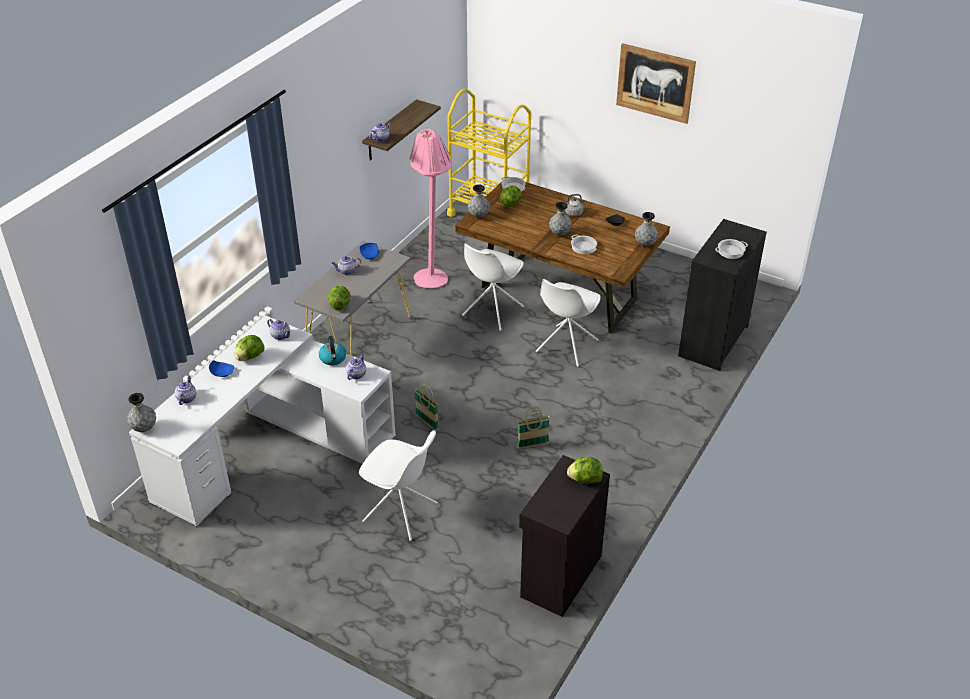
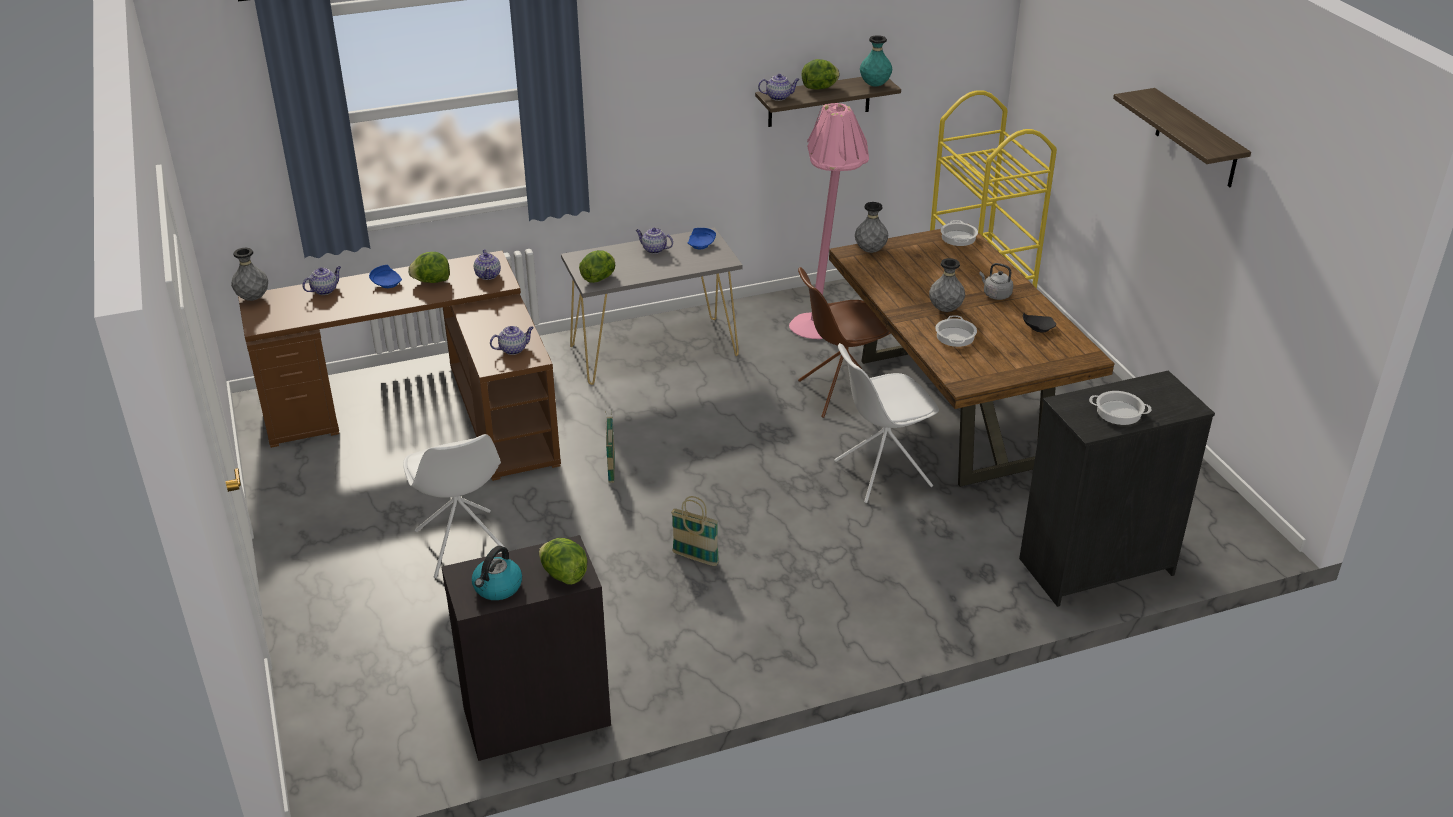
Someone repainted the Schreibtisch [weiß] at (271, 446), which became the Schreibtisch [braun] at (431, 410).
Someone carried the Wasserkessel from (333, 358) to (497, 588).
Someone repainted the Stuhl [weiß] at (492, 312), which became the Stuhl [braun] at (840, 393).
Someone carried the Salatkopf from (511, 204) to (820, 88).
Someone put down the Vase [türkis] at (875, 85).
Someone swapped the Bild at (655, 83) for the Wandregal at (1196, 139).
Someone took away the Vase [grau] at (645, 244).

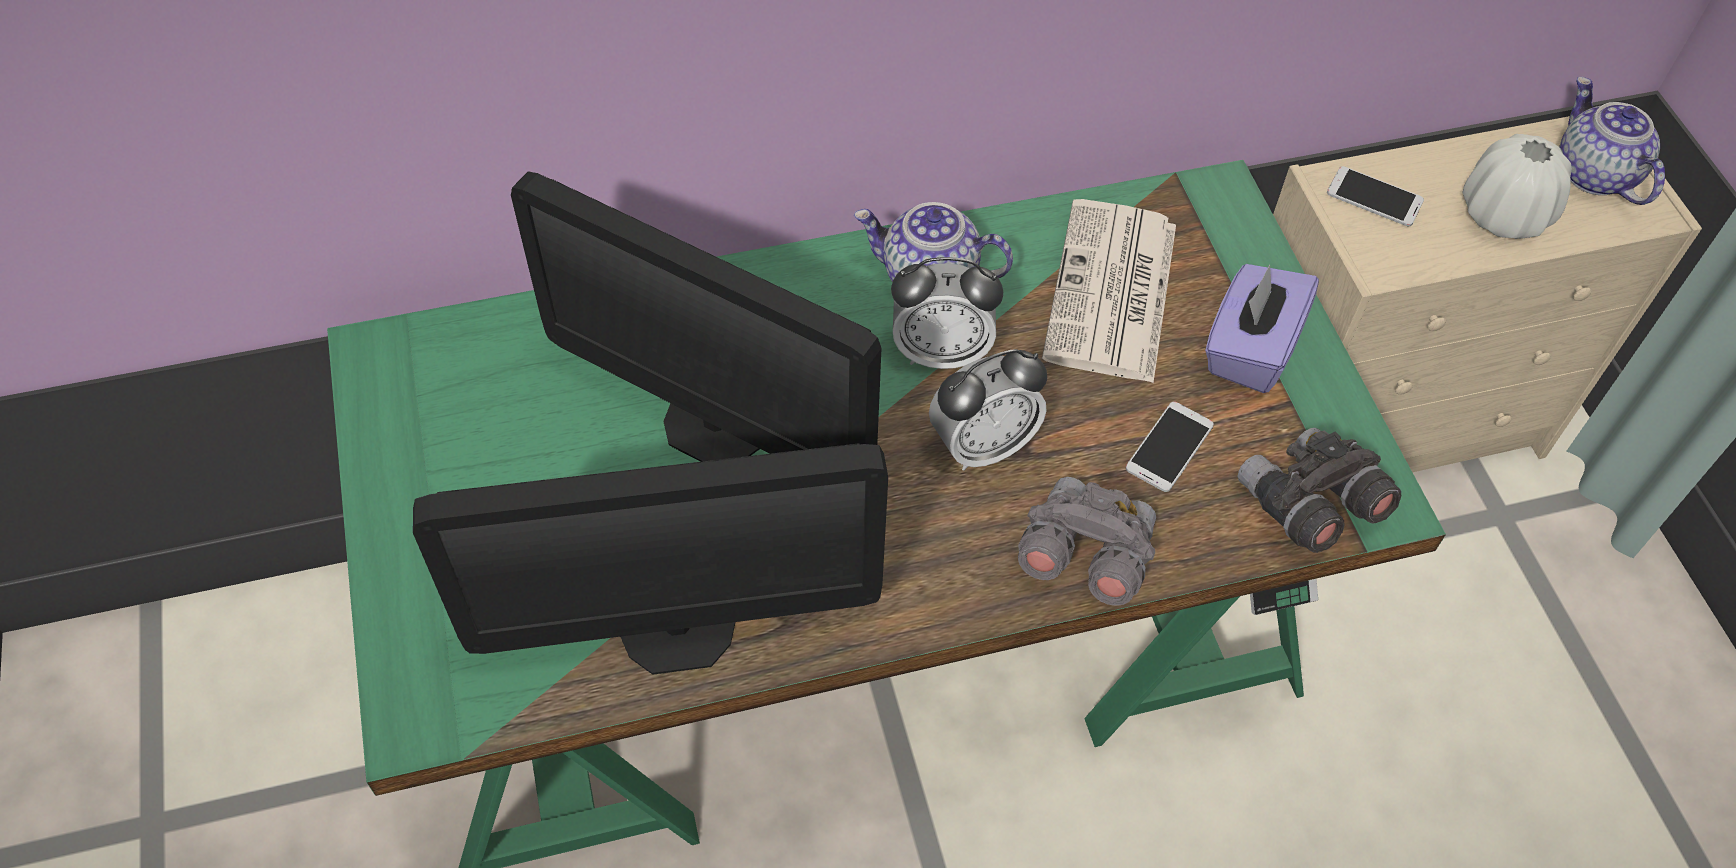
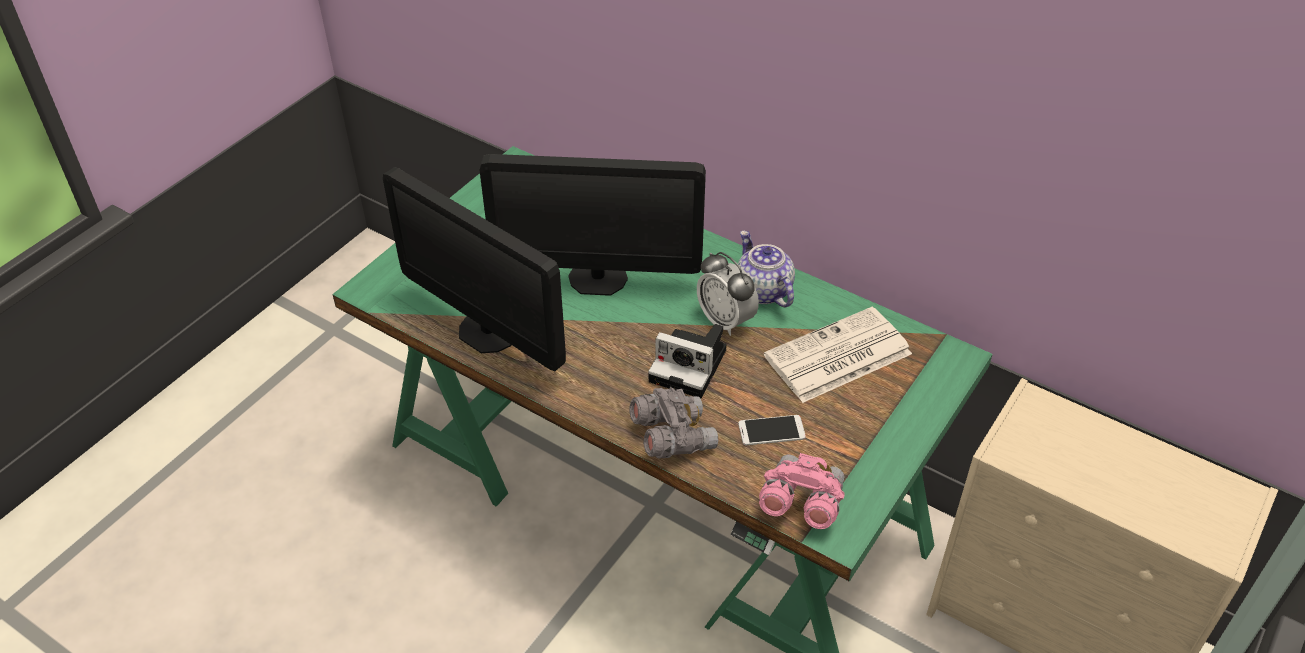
Someone rotated the Monitor at (715, 426) by 75 degrees counterclockwise.
Someone swapped the Wecker at (982, 445) for the Kamera at (691, 366).
Someone repainted the Fernglas [grau] at (1308, 506), which became the Fernglas [rosa] at (800, 503).
Someone took away the Taschentuchbox [lila] at (1249, 349).
Someone took away the Handy at (1374, 197).
Someone took away the Vase [weiß] at (1503, 215).
Someone took away the Teekanne at (1592, 173).

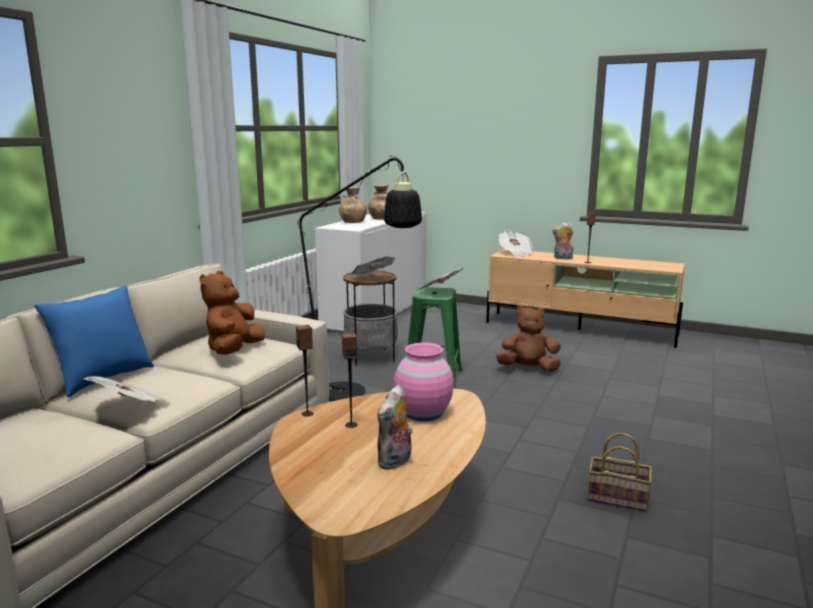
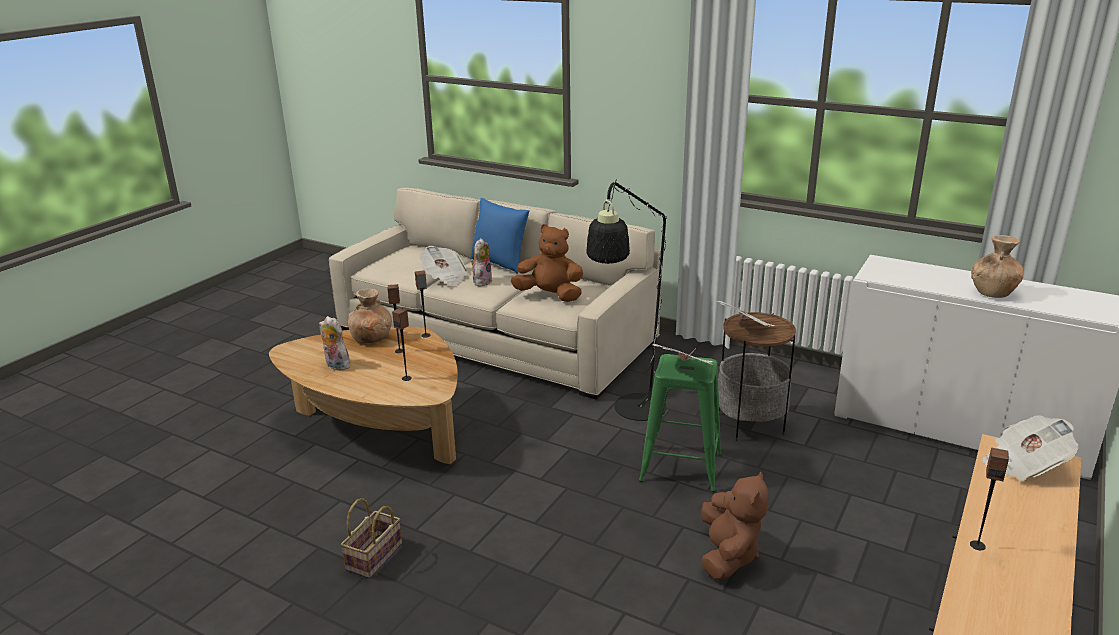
Someone carried the Vase [braun] from (353, 222) to (372, 338).
Someone swapped the Vase [rosa] at (423, 413) for the Lautsprecher at (406, 378).
Someone carried the Plüschtier from (562, 258) to (481, 281).

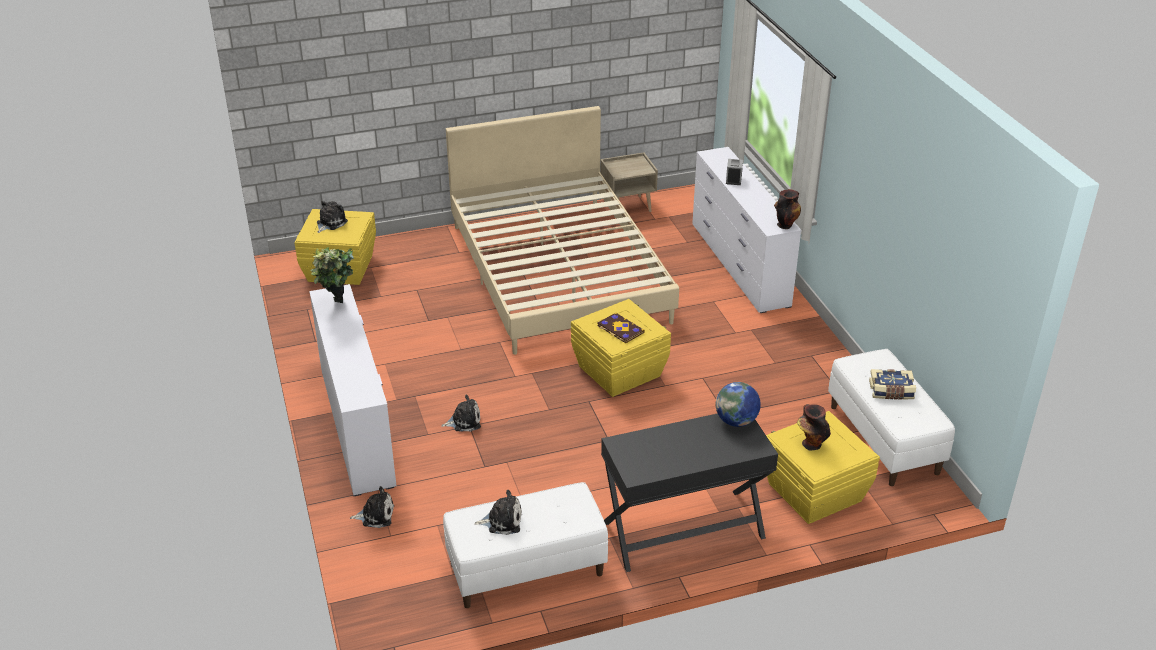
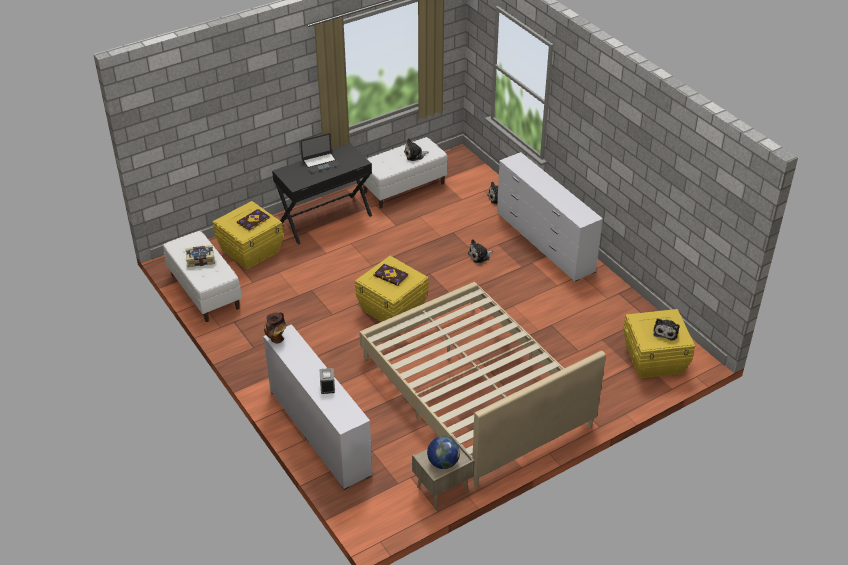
Someone swapped the Vase at (810, 443) for the Buch at (253, 220).
Someone put down the Laptop at (320, 163).
Someone carried the Globus from (736, 421) to (443, 463).
Someone took away the Topfpflanze at (337, 309).

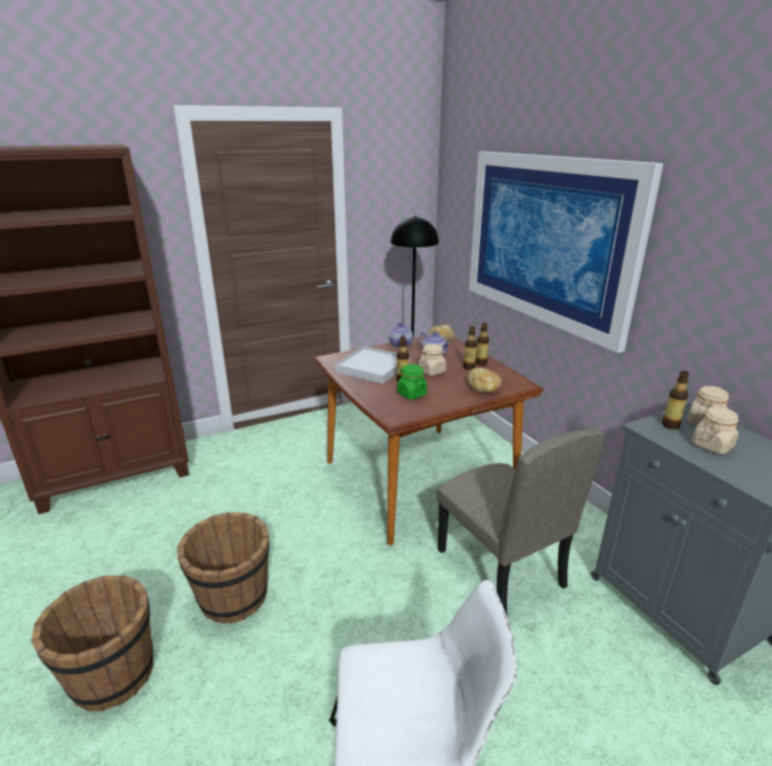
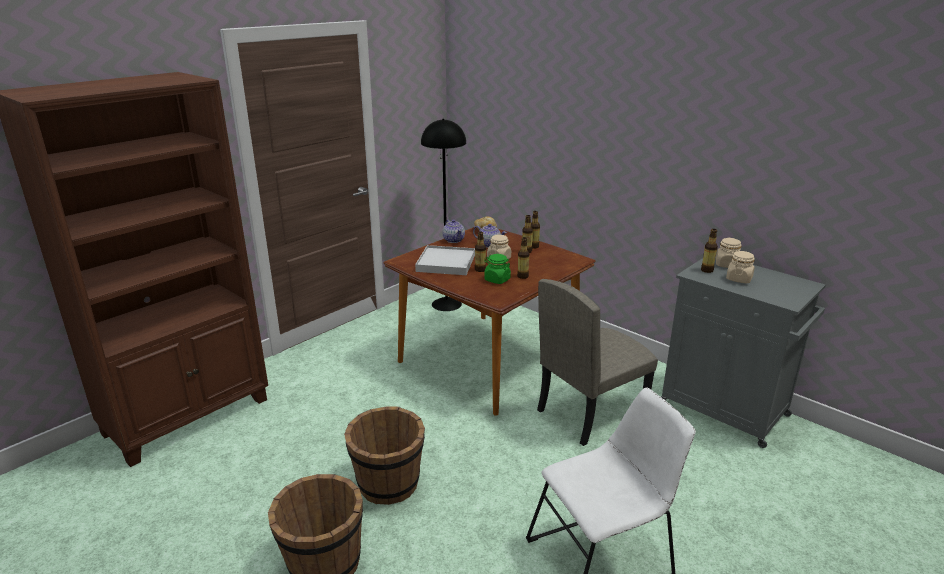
Someone put down the Flasche at (522, 276).
Someone rotated the Stuhl [beige] at (499, 568) by 105 degrees clockwise.
Someone took away the Brot at (483, 389).
Someone took away the Bild at (547, 240).

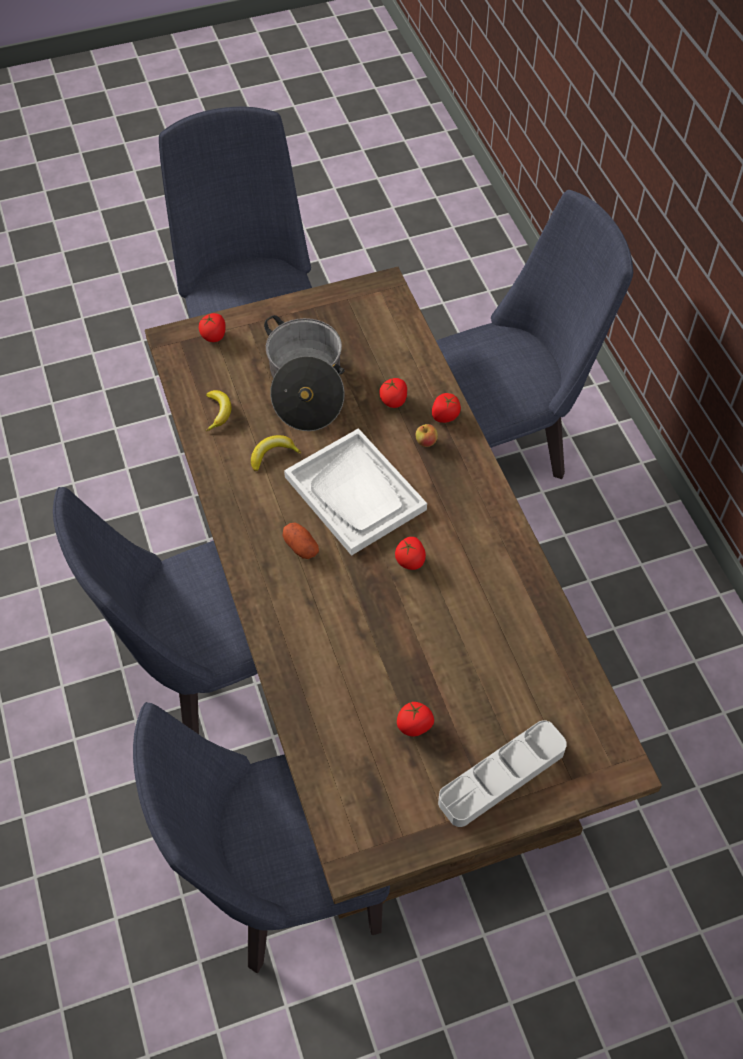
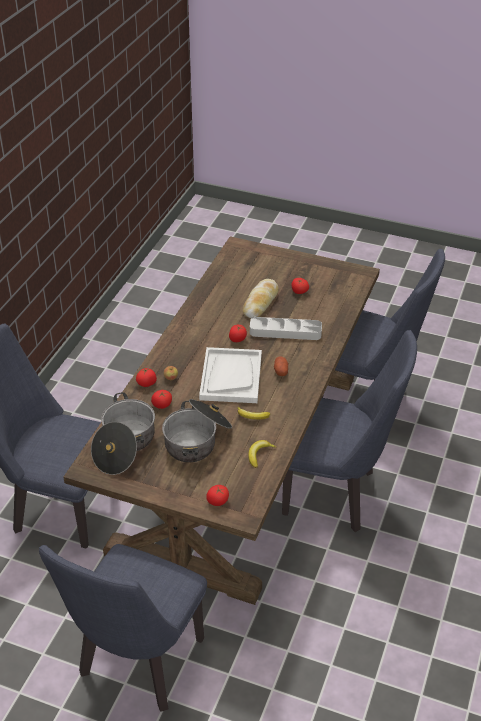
Someone put down the Kochtopf at (124, 445).
Someone put down the Brot at (260, 303).
Someone carried the Tablett [grau] from (501, 776) to (285, 332).

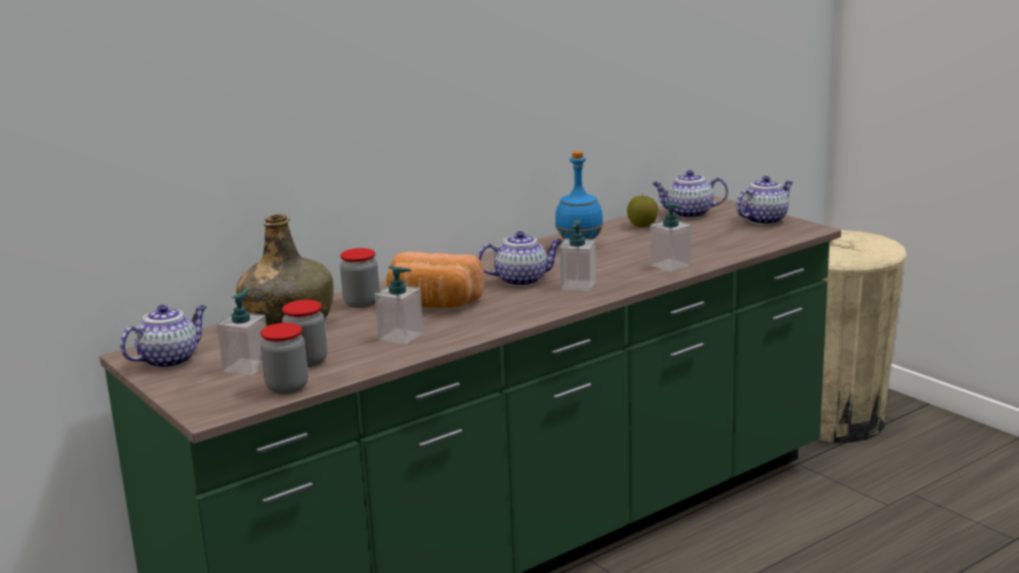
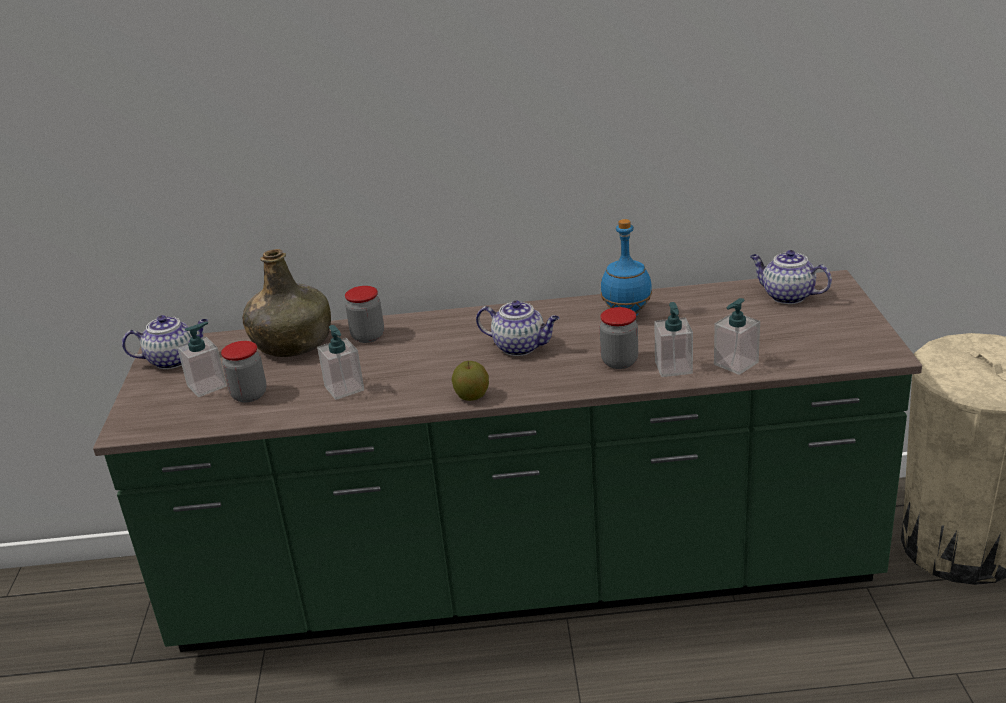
Someone carried the Apfel from (642, 226) to (472, 396).
Someone carried the Vorratsglas from (287, 387) to (619, 362).
Someone carried the Seifenspender from (578, 285) to (735, 363).
Someone took away the Brot at (433, 304).
Someone took away the Teekanne at (764, 220).

